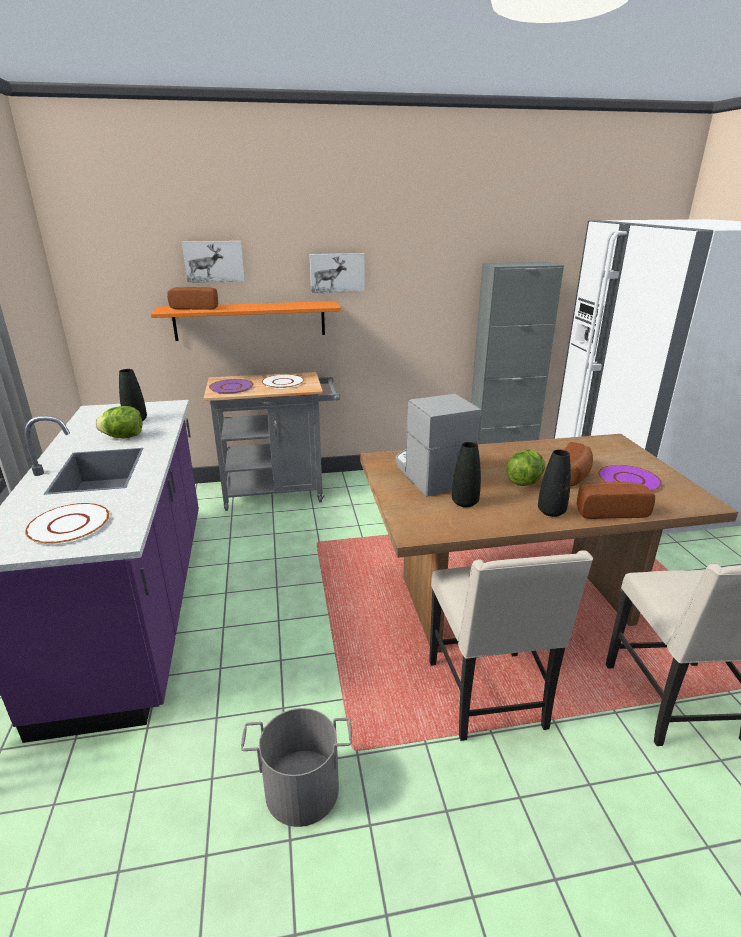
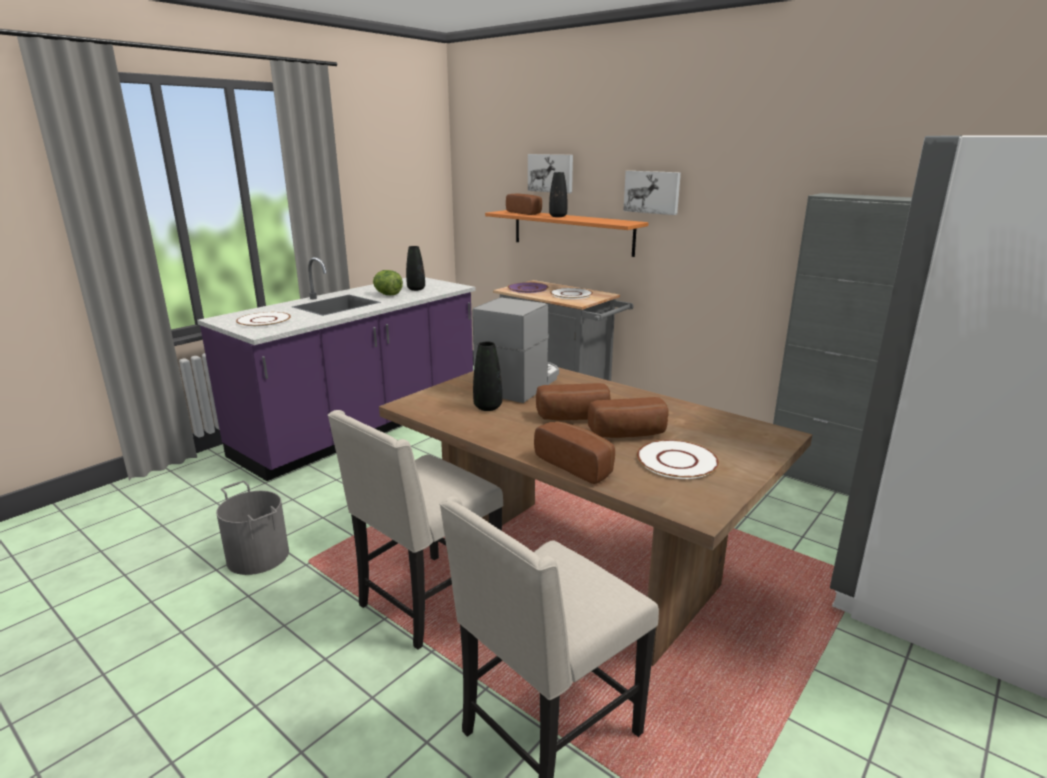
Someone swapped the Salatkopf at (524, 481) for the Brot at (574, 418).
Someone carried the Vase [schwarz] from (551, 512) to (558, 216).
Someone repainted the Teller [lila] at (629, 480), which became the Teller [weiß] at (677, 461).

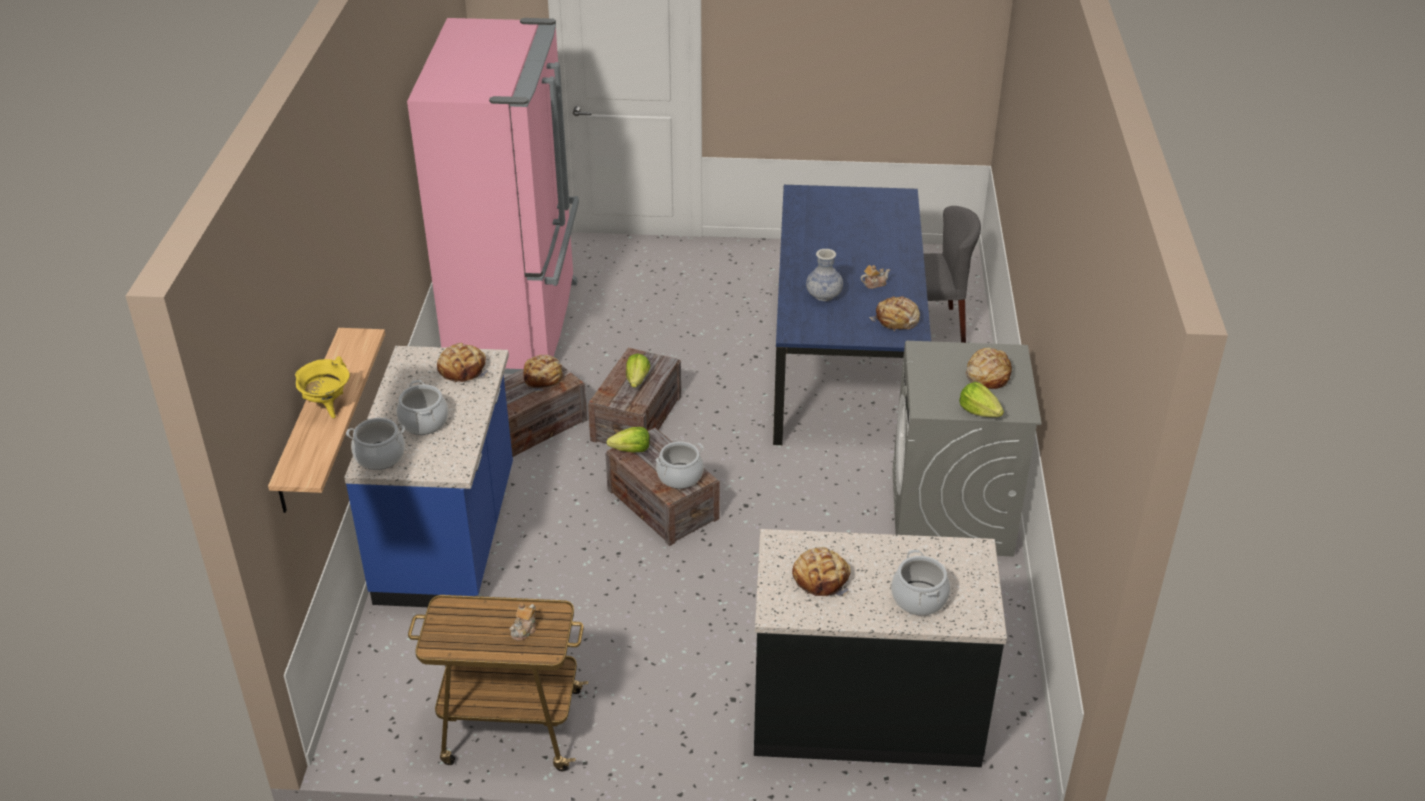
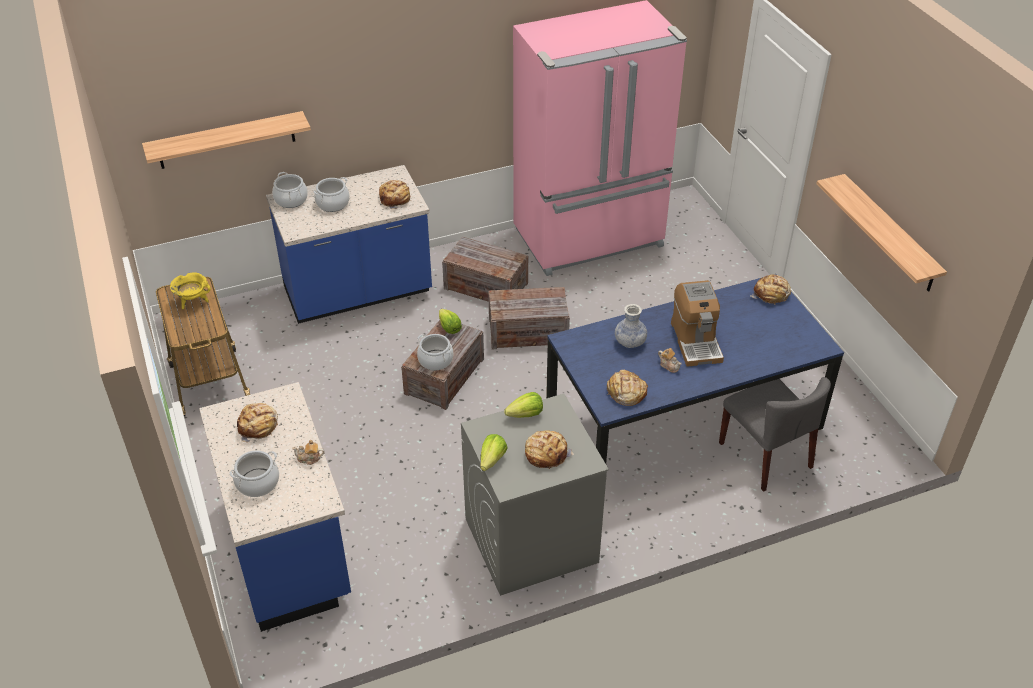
Someone carried the Kochtopf [gelb] from (327, 406) to (193, 301).
Someone repainted the Küchenzeile [schwarz] at (866, 711), which became the Küchenzeile [blau] at (289, 549).
Someone carried the Teekanne from (524, 630) to (309, 458).
Someone carried the Salatkopf from (637, 380) to (525, 414).
Someone put down the Kaffeemaschine at (696, 341).
Someone carried the Brot from (543, 378) to (771, 294).
Someone put up the Wandregal at (889, 234).

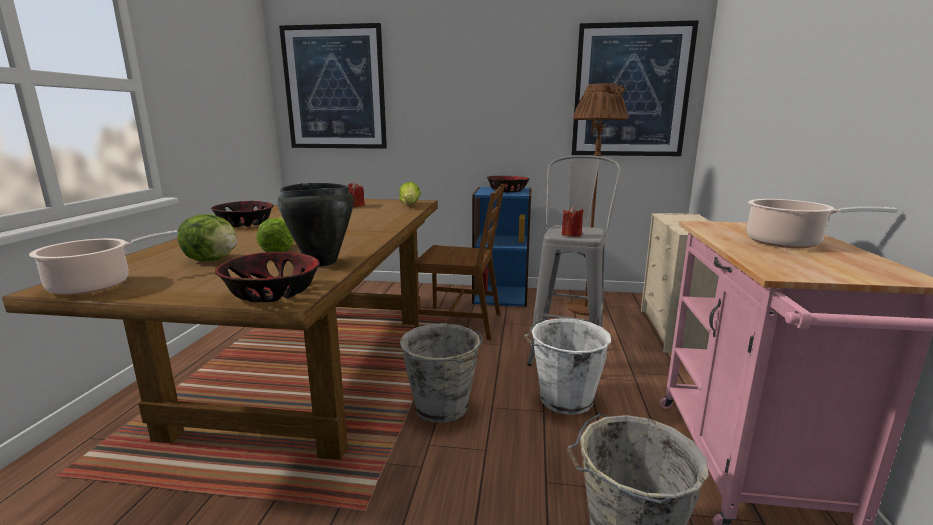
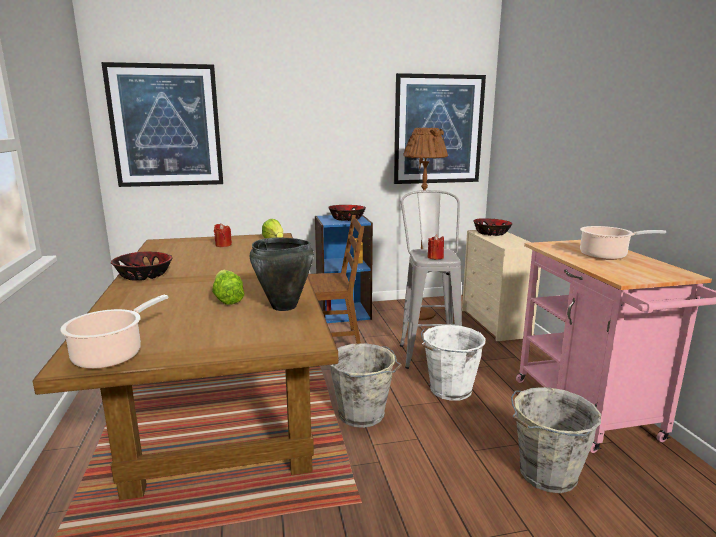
Someone carried the Schüssel from (273, 293) to (491, 233).
Someone took away the Salatkopf at (213, 259).

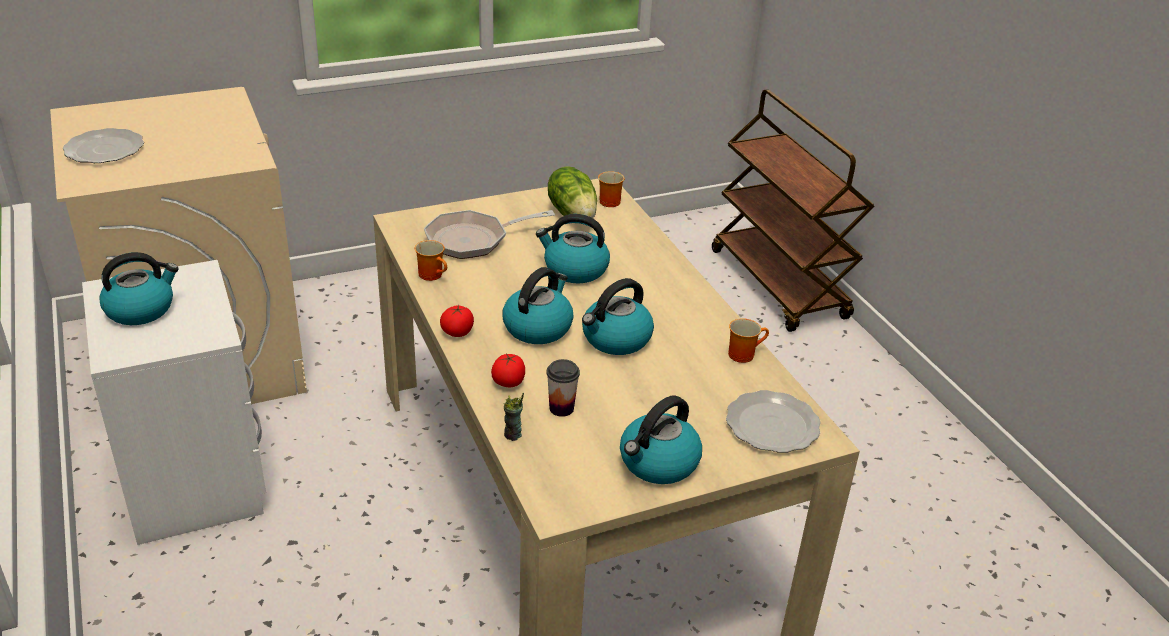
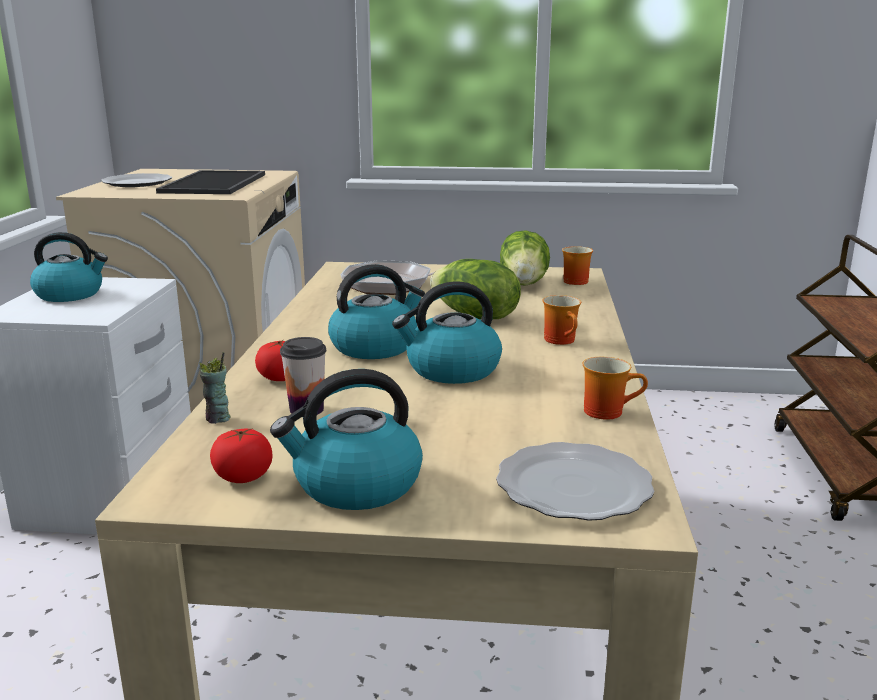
Someone put down the Tablett at (215, 183).
Someone carried the Tomate from (457, 332) to (243, 477).
Someone swapped the Wasserkessel at (574, 269) for the Salatkopf at (474, 316).
Someone carried the Henkelbecher from (433, 275) to (563, 340).

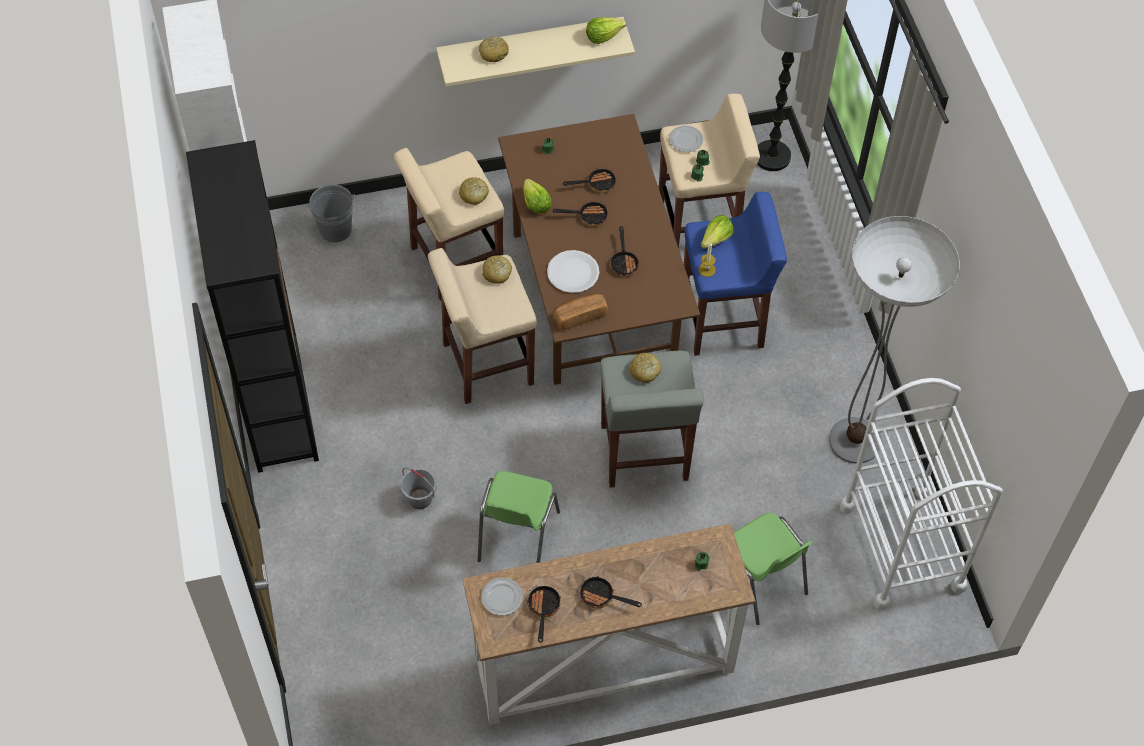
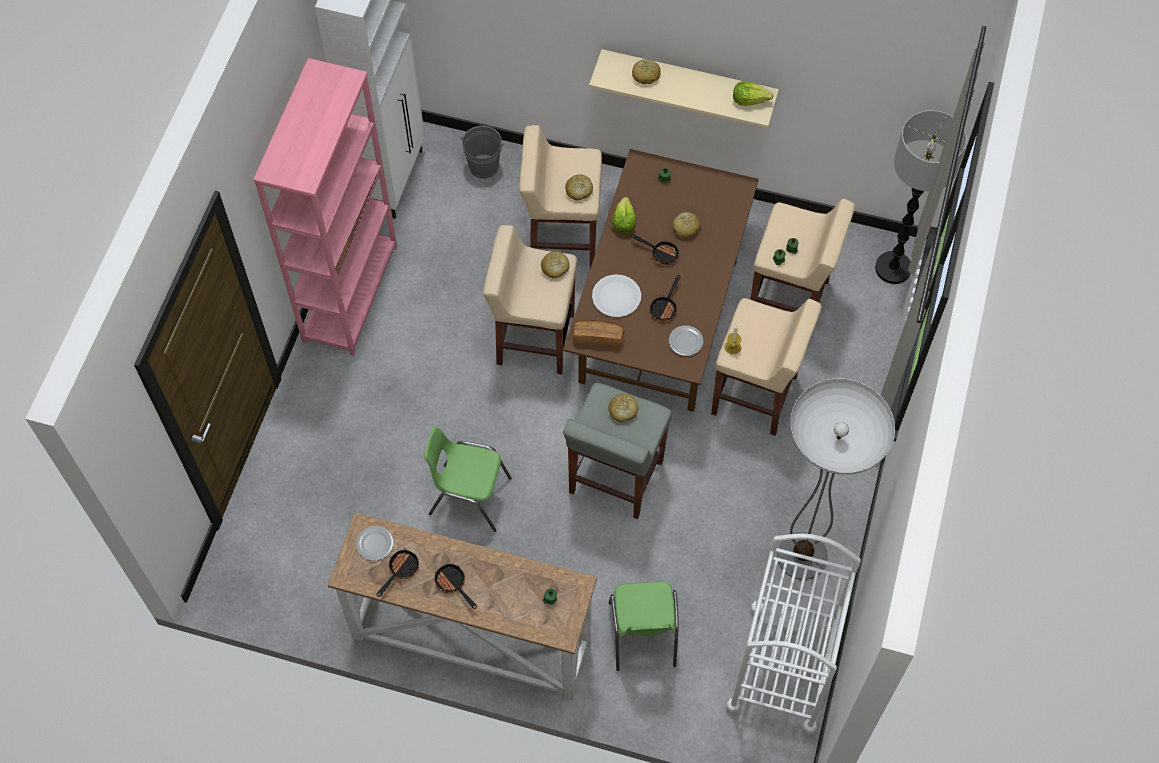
Someone repainted the Bücherregal [schwarz] at (277, 404), which became the Bücherregal [rosa] at (350, 293).
Someone rotated the Stuhl [grün] at (517, 537) by 60 degrees clockwise.
Someone carried the Teller from (685, 140) to (685, 341).
Someone swapped the Pfanne at (596, 184) for the Brot at (686, 228).
Someone repainted the Hocker [blau] at (723, 321), which became the Hocker [beige] at (755, 396).
Someone took away the Eimer [grau] at (419, 498).
Someone took away the Salatkopf at (716, 239).

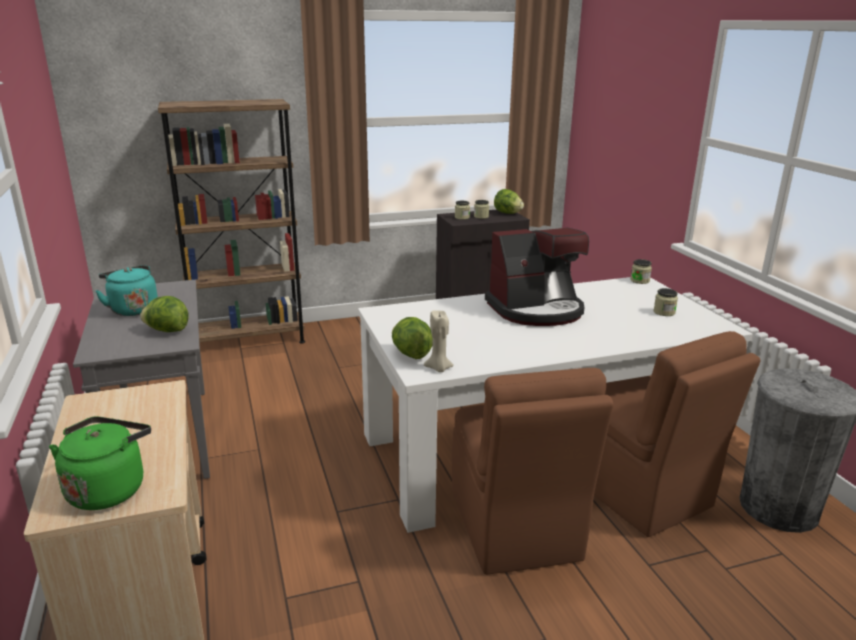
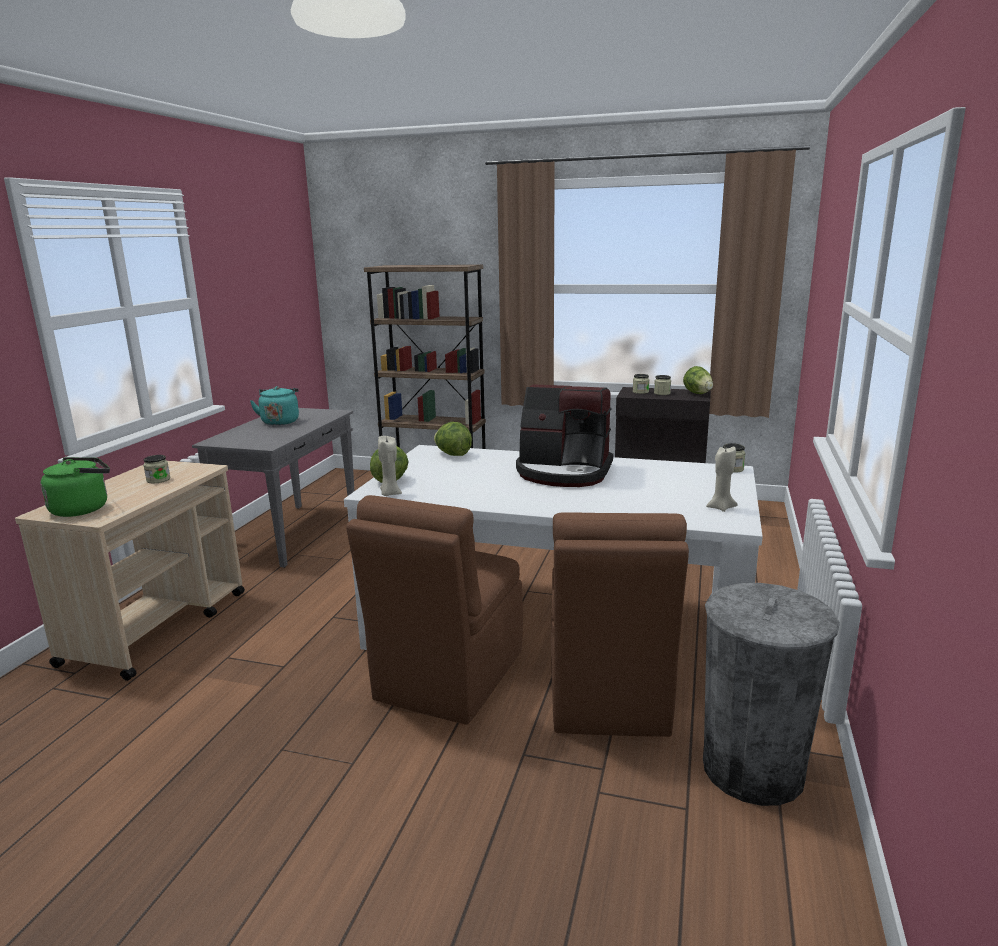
Someone carried the Vorratsglas from (664, 312) to (158, 480).
Someone carried the Salatkopf from (167, 330) to (453, 454).
Someone put down the Kerze [beige] at (720, 507).

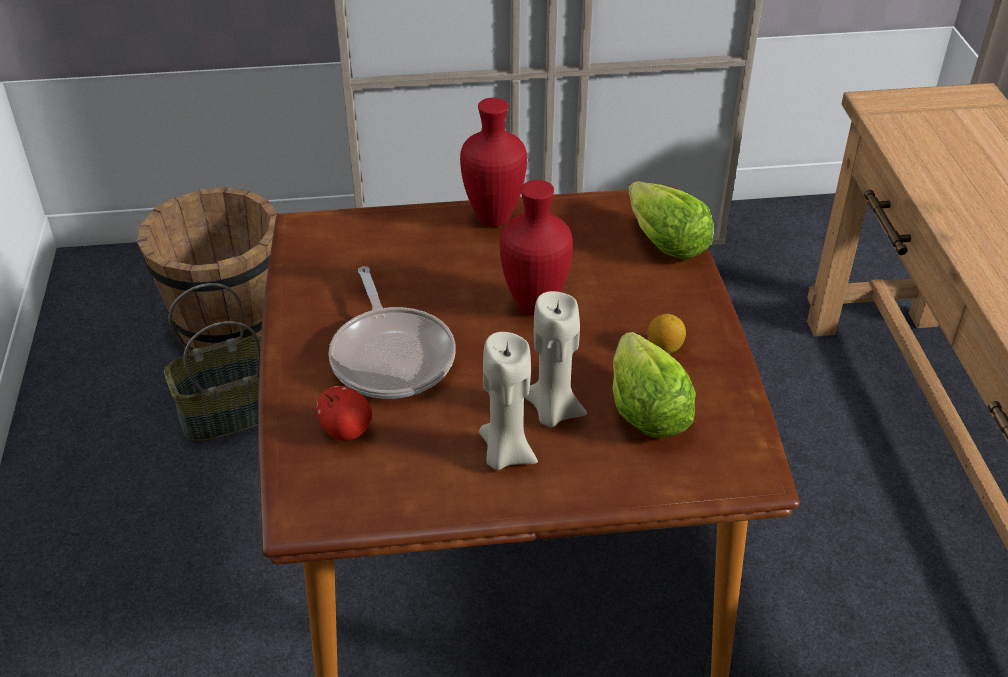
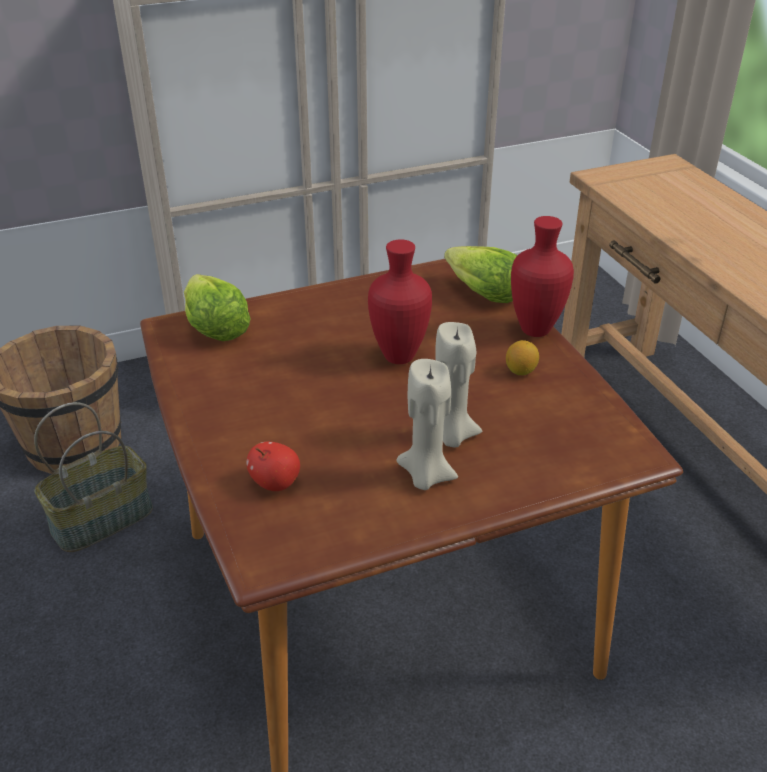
Someone carried the Salatkopf from (645, 409) to (215, 327).
Someone carried the Vase [rot] from (493, 217) to (534, 329).
Someone took away the Pfanne at (391, 355).

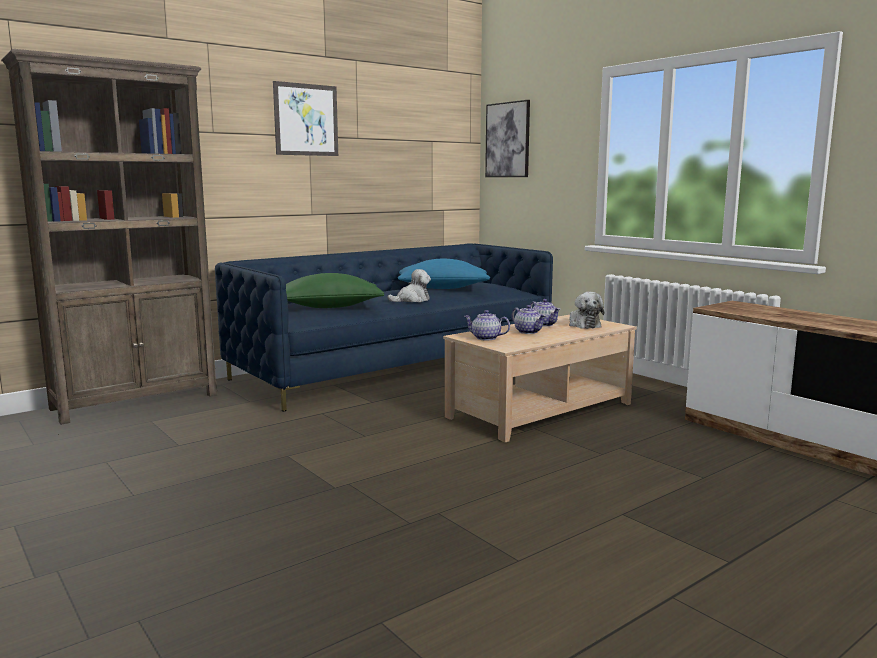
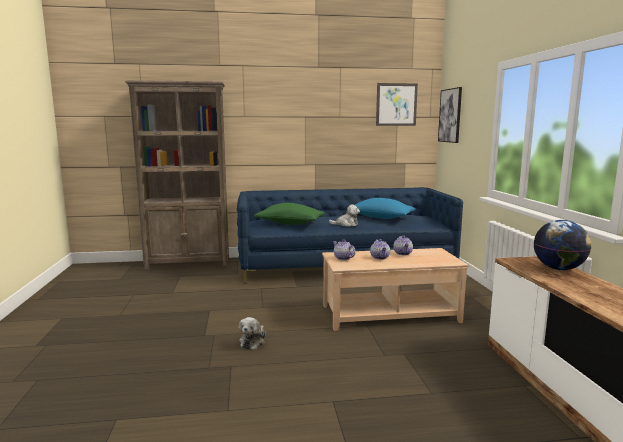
Someone carried the Plüschtier from (583, 324) to (253, 341).
Someone carried the Bild from (306, 120) to (396, 104).
Someone put down the Globus at (559, 269).

